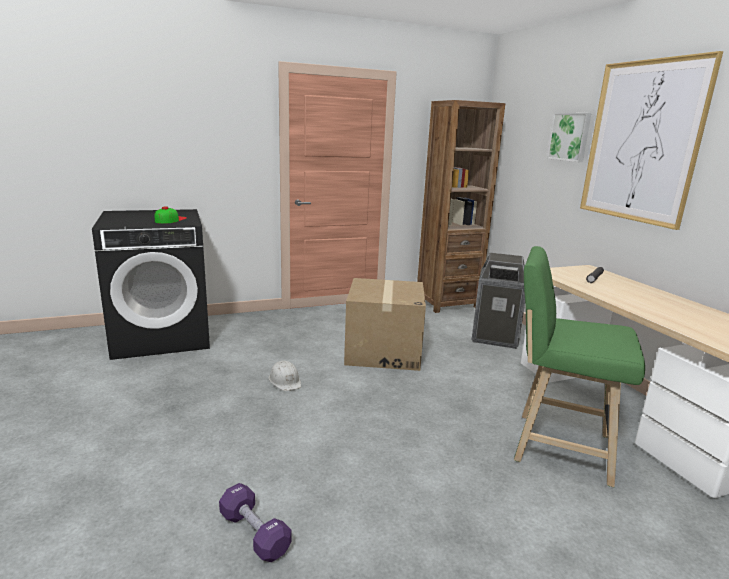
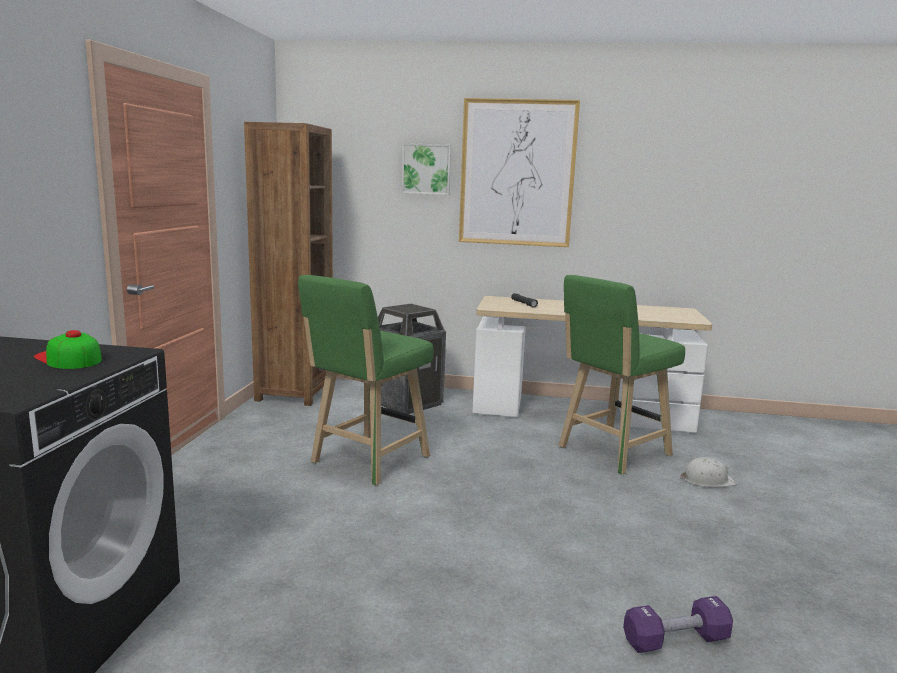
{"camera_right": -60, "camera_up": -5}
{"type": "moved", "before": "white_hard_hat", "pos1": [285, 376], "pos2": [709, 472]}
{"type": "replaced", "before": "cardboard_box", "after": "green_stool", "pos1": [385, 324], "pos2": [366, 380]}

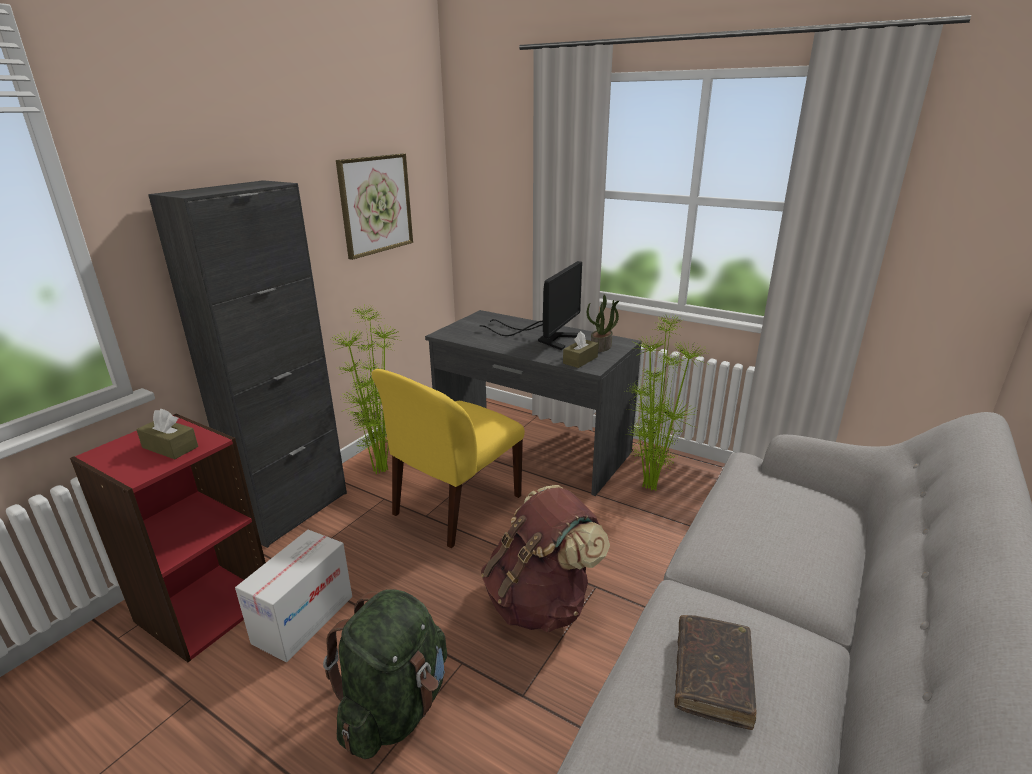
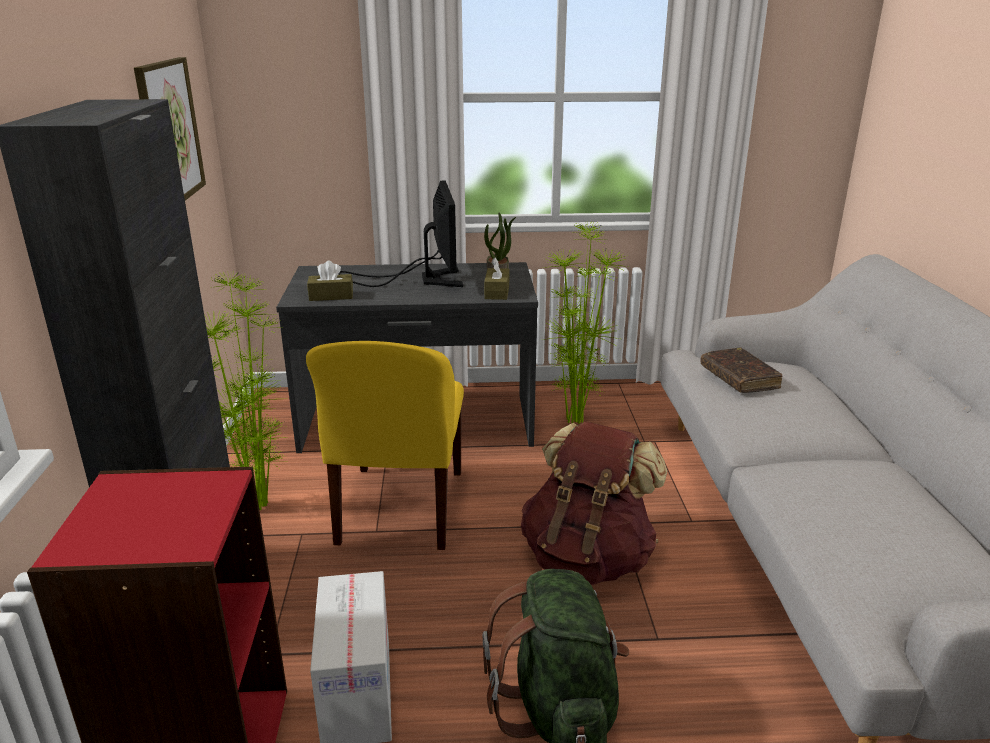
{"camera_right": -35, "camera_up": 0}
{"type": "moved", "before": "brown_tissue_box", "pos1": [167, 434], "pos2": [330, 281]}
{"type": "moved", "before": "brown_book", "pos1": [715, 672], "pos2": [741, 370]}

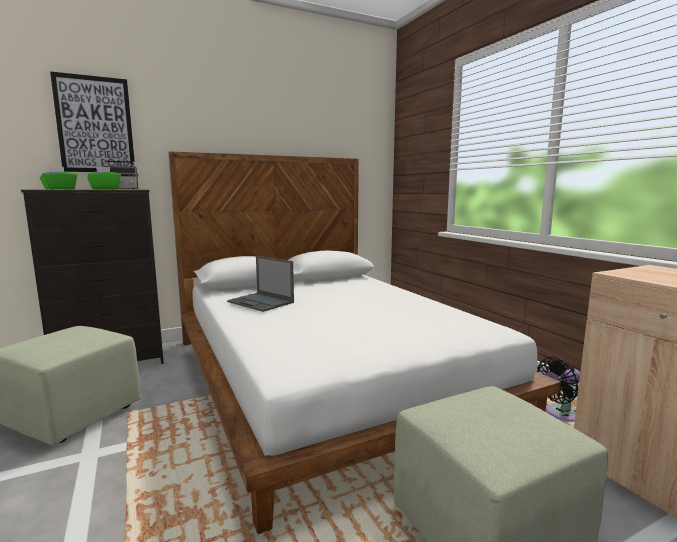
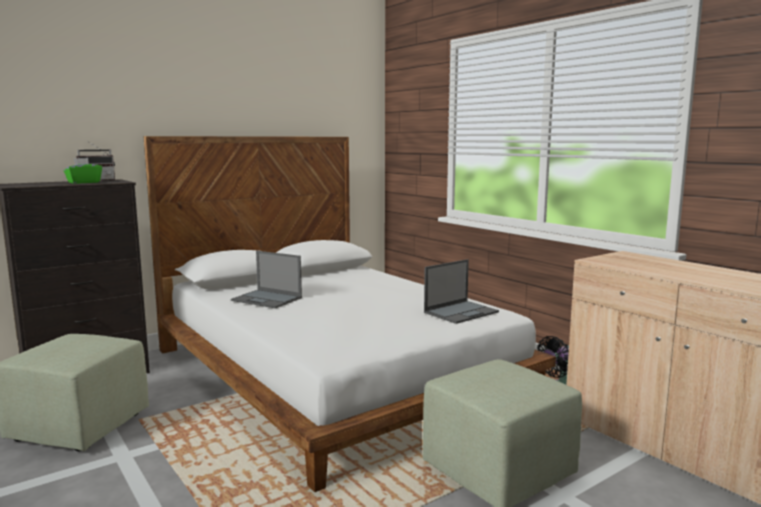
{"camera_right": -10, "camera_up": 0}
{"type": "removed", "before": "green_tissue_box", "pos1": [58, 177]}
{"type": "removed", "before": "picture", "pos1": [92, 121]}
{"type": "added", "after": "laptop", "pos2": [461, 291]}

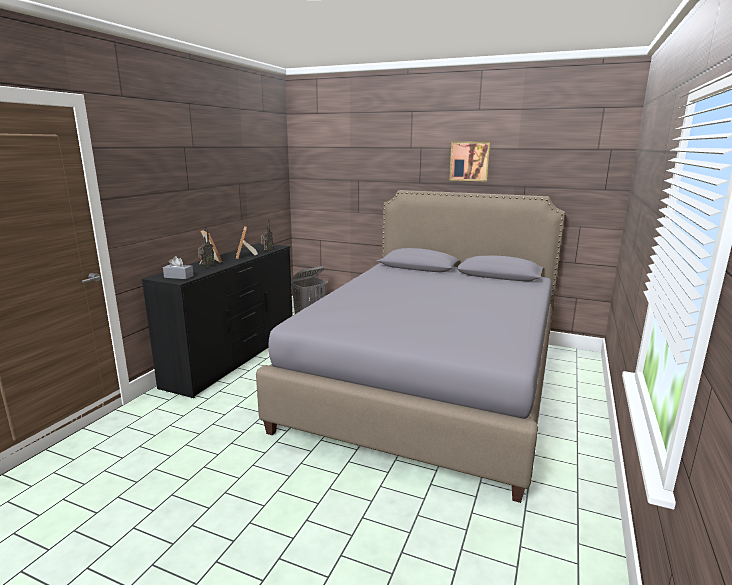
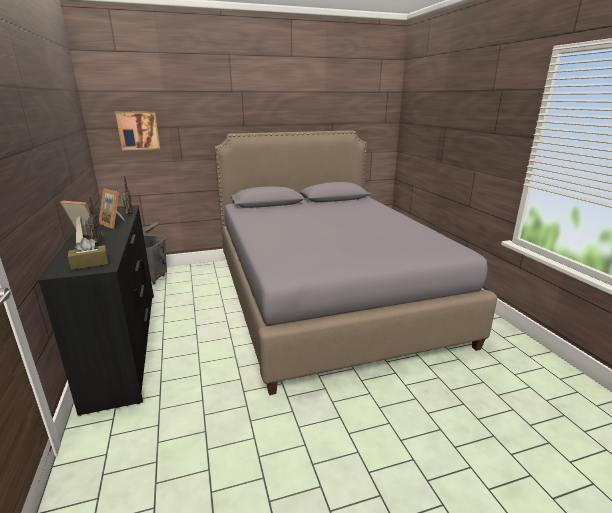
{"camera_right": -40, "camera_up": 5}
{"type": "moved", "before": "picture", "pos1": [470, 162], "pos2": [137, 130]}
{"type": "recoloured", "before": "grey_tissue_box", "after": "brown_tissue_box", "pos1": [178, 267], "pos2": [88, 254]}

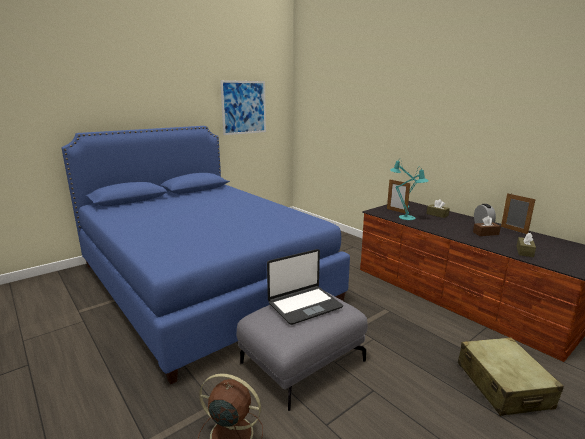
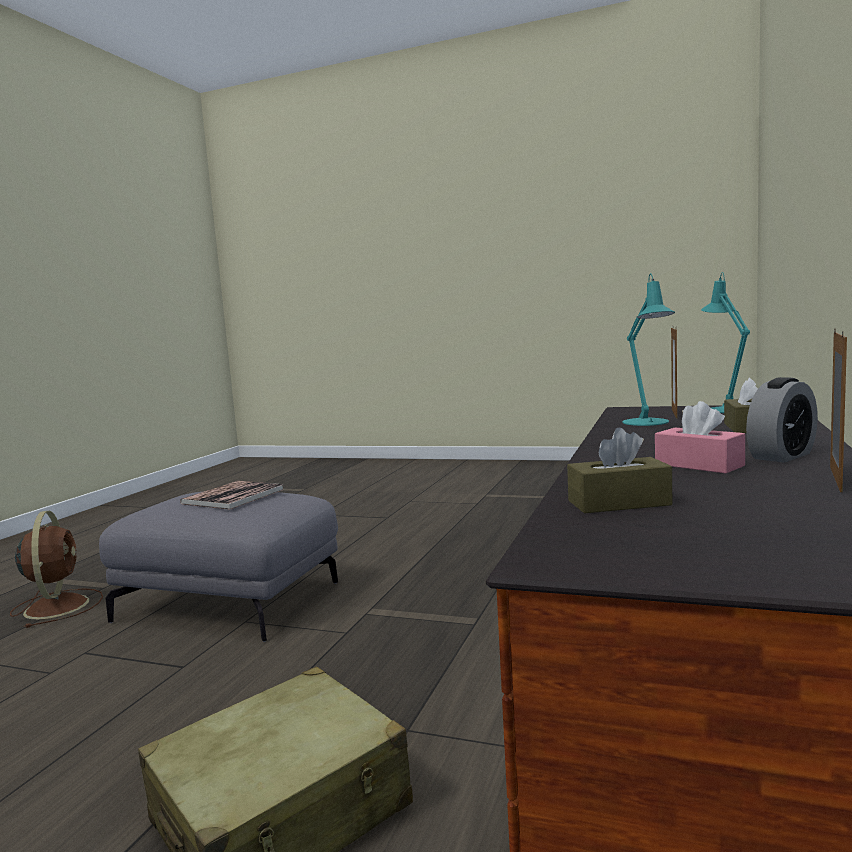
{"camera_right": 60, "camera_up": -10}
{"type": "removed", "before": "blue_bed", "pos1": [206, 255]}
{"type": "removed", "before": "picture", "pos1": [243, 107]}
{"type": "replaced", "before": "laptop", "after": "book", "pos1": [305, 287], "pos2": [232, 495]}
{"type": "recoloured", "before": "brown_tissue_box", "after": "pink_tissue_box", "pos1": [487, 226], "pos2": [700, 437]}

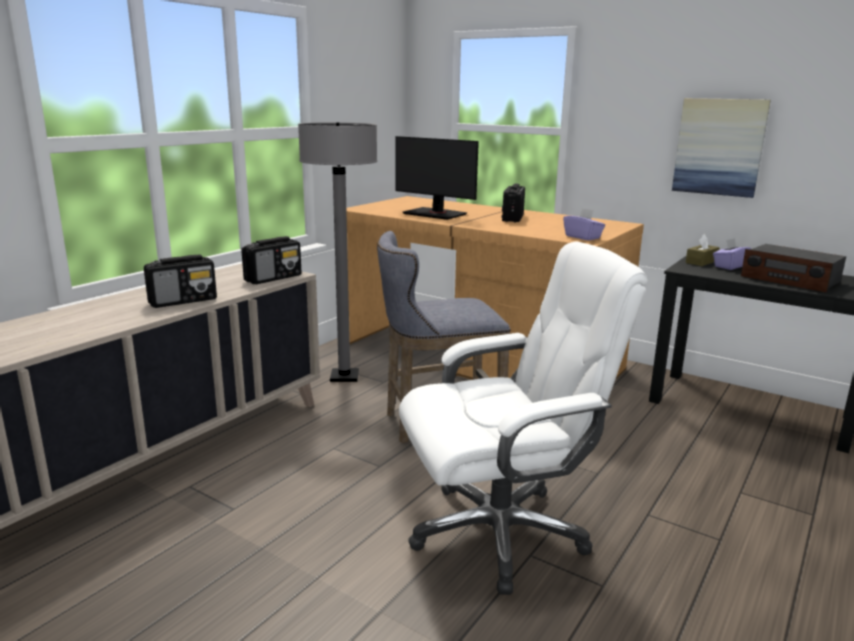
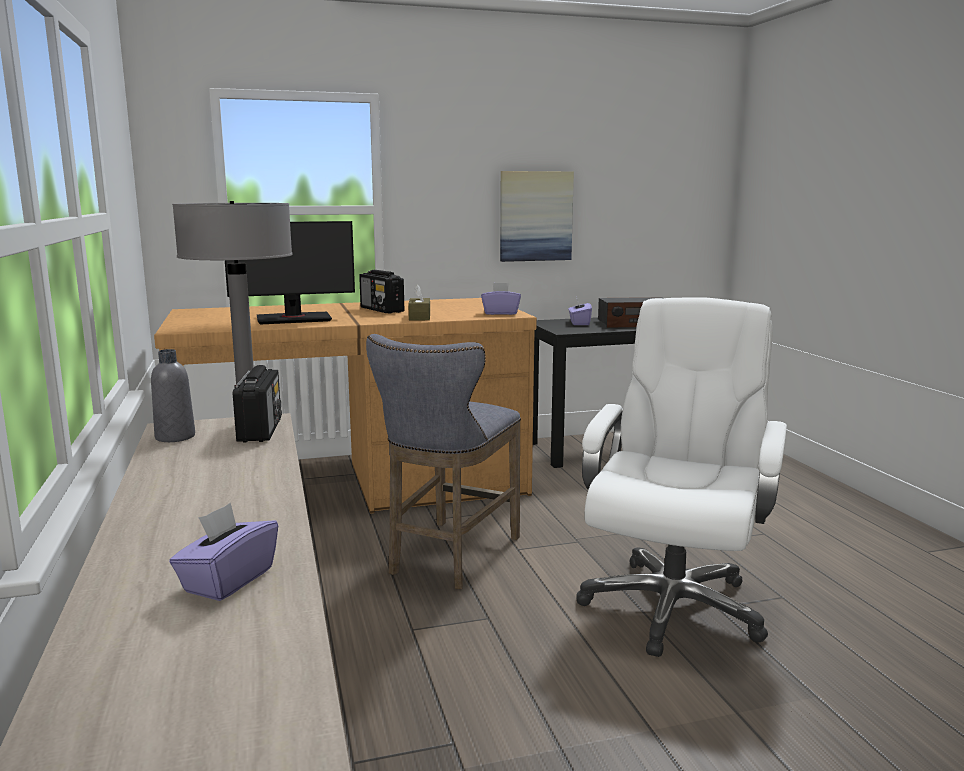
{"camera_right": -50, "camera_up": -5}
{"type": "removed", "before": "radio", "pos1": [180, 281]}
{"type": "added", "after": "grey_bottle", "pos2": [173, 395]}
{"type": "added", "after": "purple_tissue_box", "pos2": [223, 552]}
{"type": "moved", "before": "brown_tissue_box", "pos1": [703, 250], "pos2": [419, 302]}

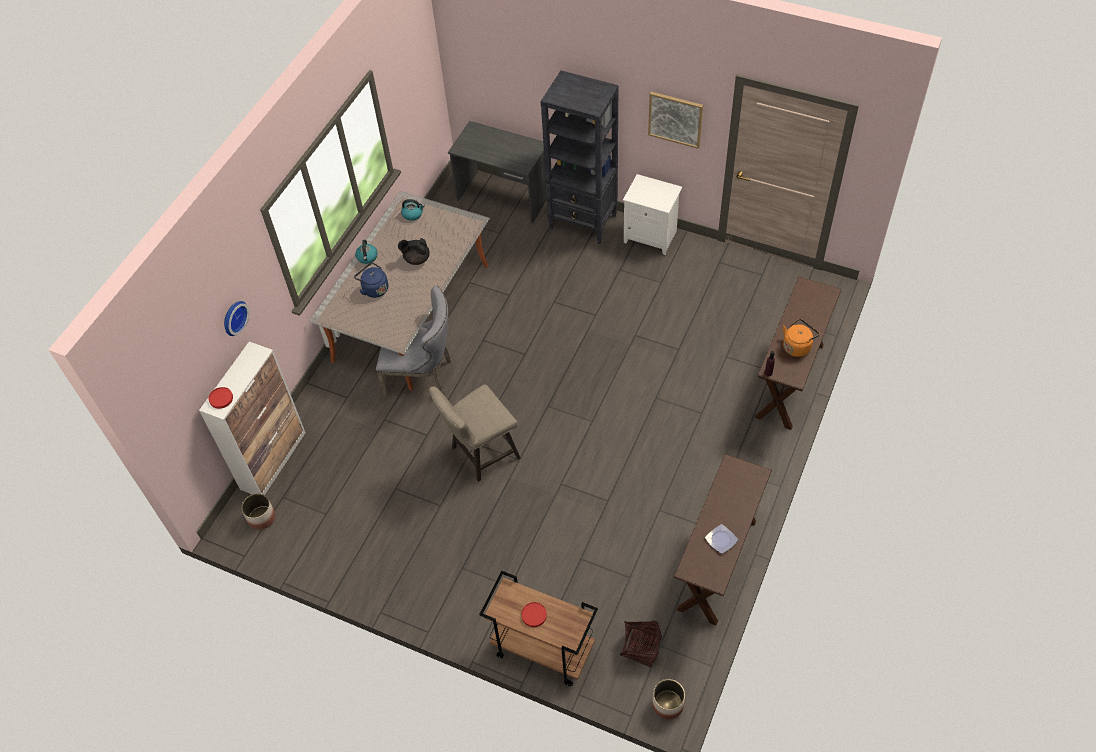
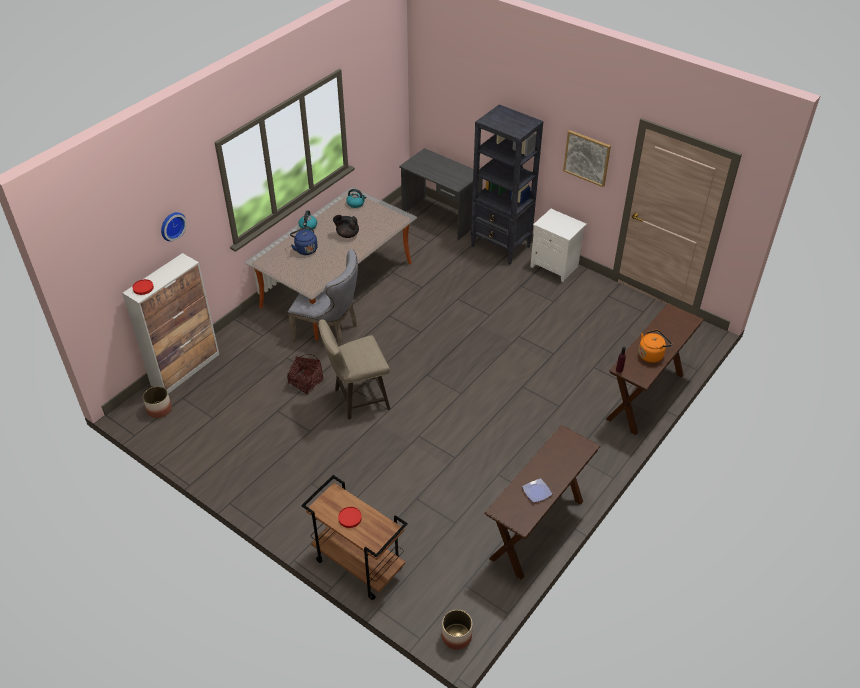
{"camera_right": 10, "camera_up": -10}
{"type": "moved", "before": "basket", "pos1": [641, 644], "pos2": [305, 374]}

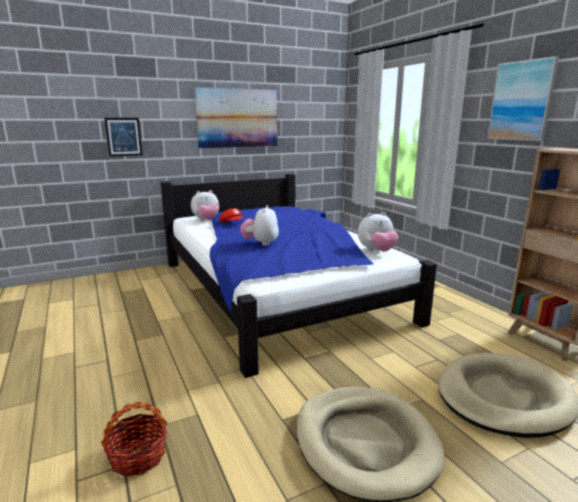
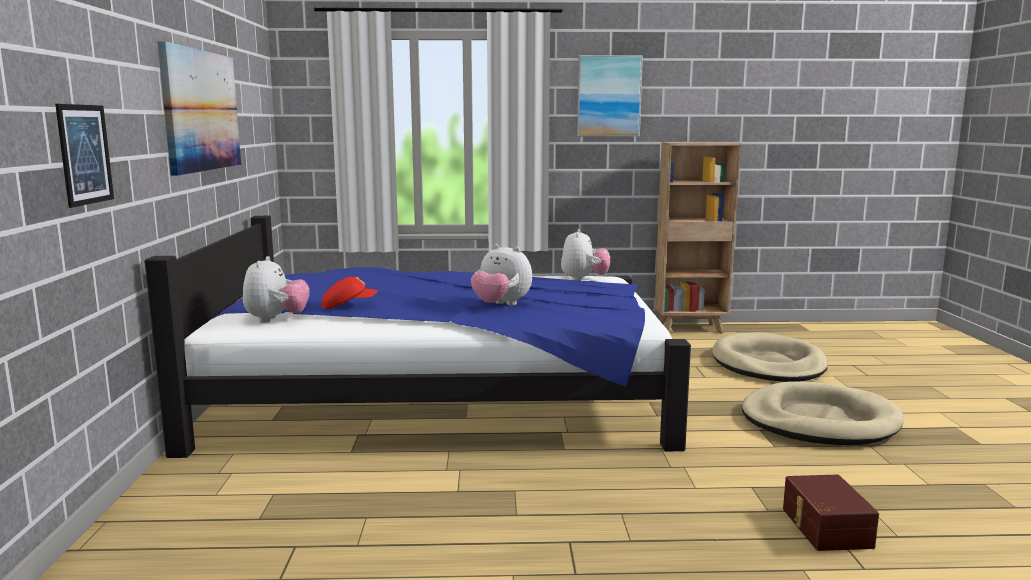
{"camera_right": -65, "camera_up": -5}
{"type": "replaced", "before": "basket", "after": "brown_storage_box", "pos1": [134, 439], "pos2": [831, 513]}

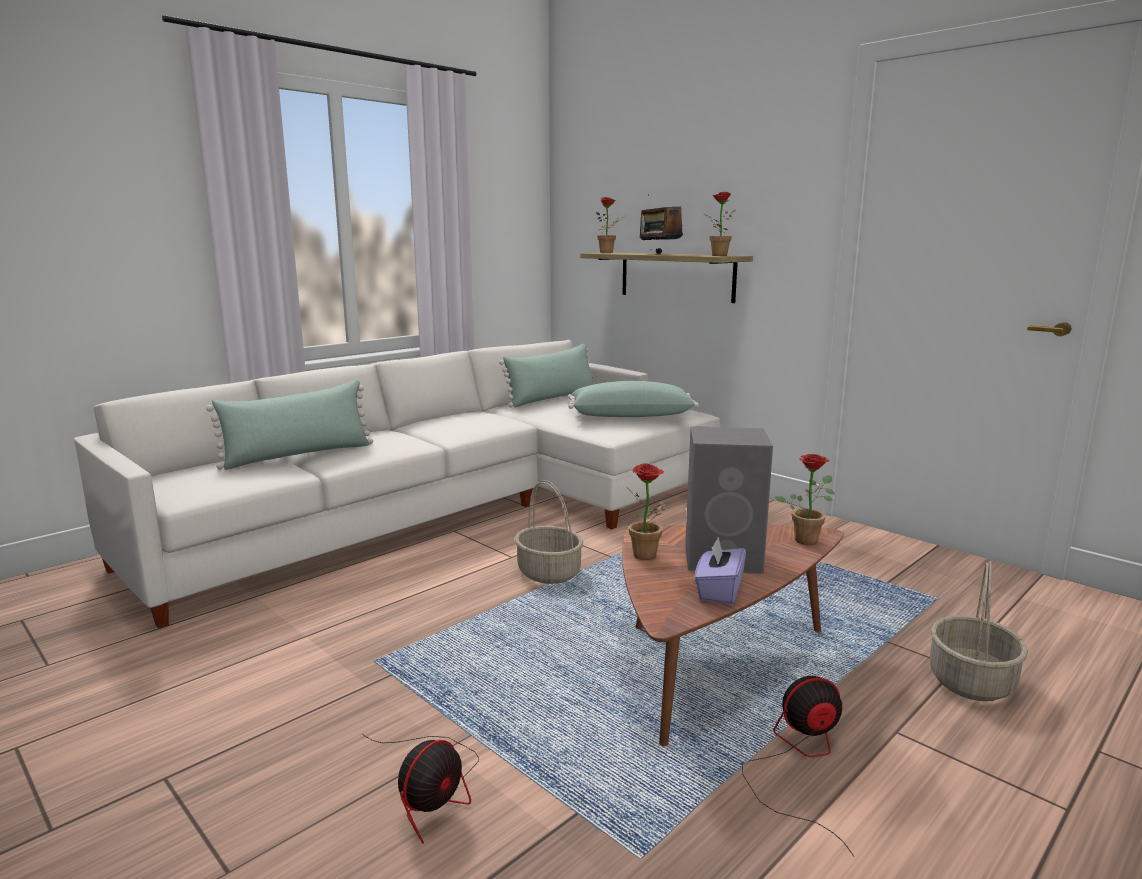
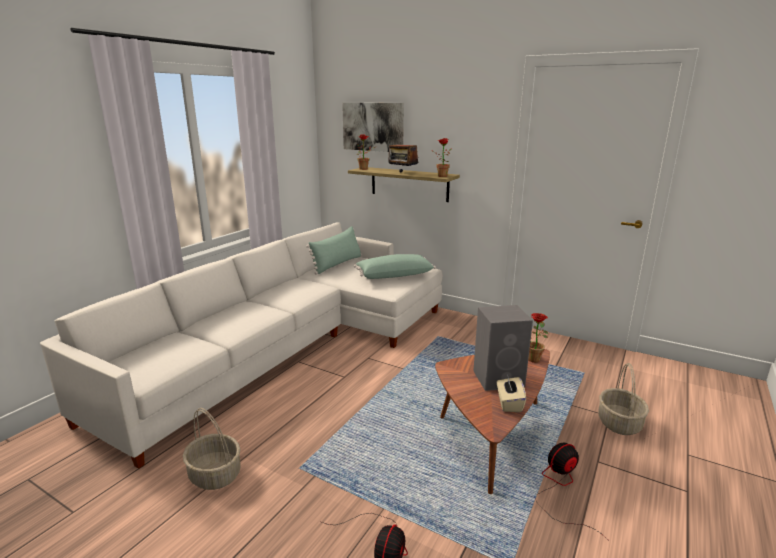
{"camera_right": -15, "camera_up": 5}
{"type": "removed", "before": "green_pillow", "pos1": [289, 425]}
{"type": "removed", "before": "potted_plant", "pos1": [647, 511]}
{"type": "added", "after": "picture", "pos2": [373, 127]}
{"type": "moved", "before": "basket", "pos1": [549, 532], "pos2": [212, 449]}
{"type": "recoloured", "before": "purple_tissue_box", "after": "beige_tissue_box", "pos1": [720, 571], "pos2": [511, 393]}

